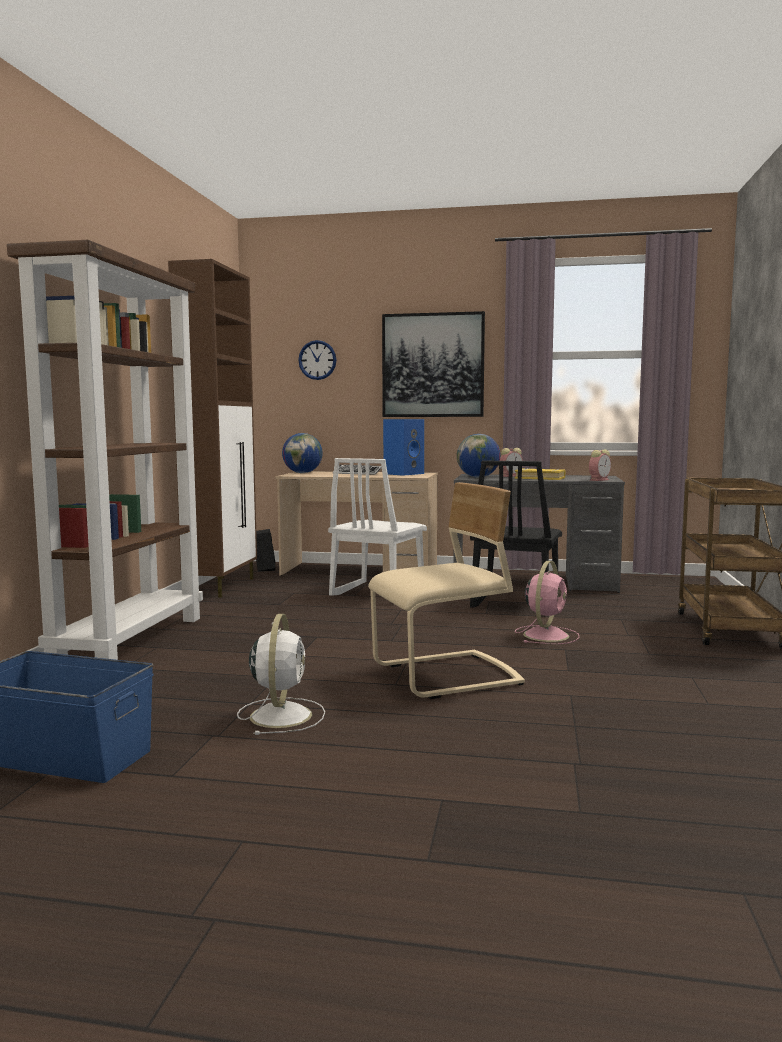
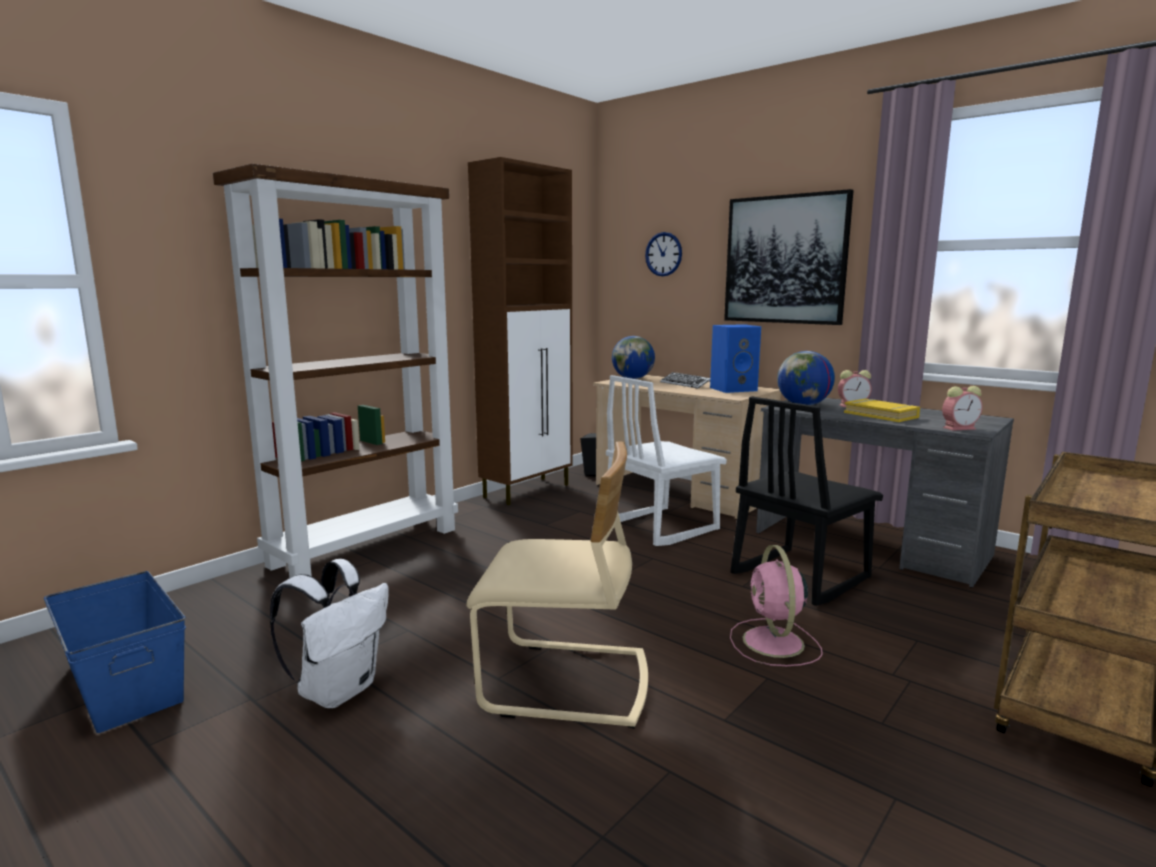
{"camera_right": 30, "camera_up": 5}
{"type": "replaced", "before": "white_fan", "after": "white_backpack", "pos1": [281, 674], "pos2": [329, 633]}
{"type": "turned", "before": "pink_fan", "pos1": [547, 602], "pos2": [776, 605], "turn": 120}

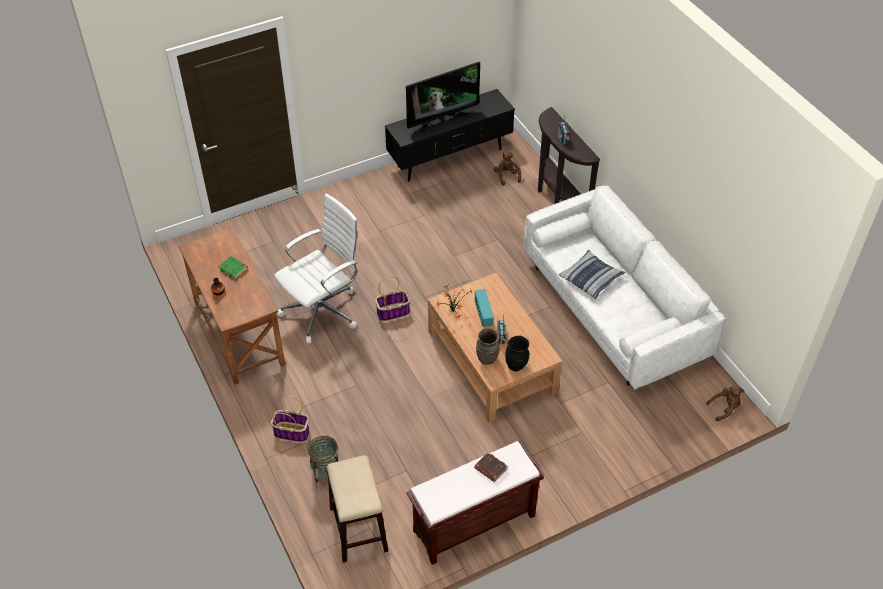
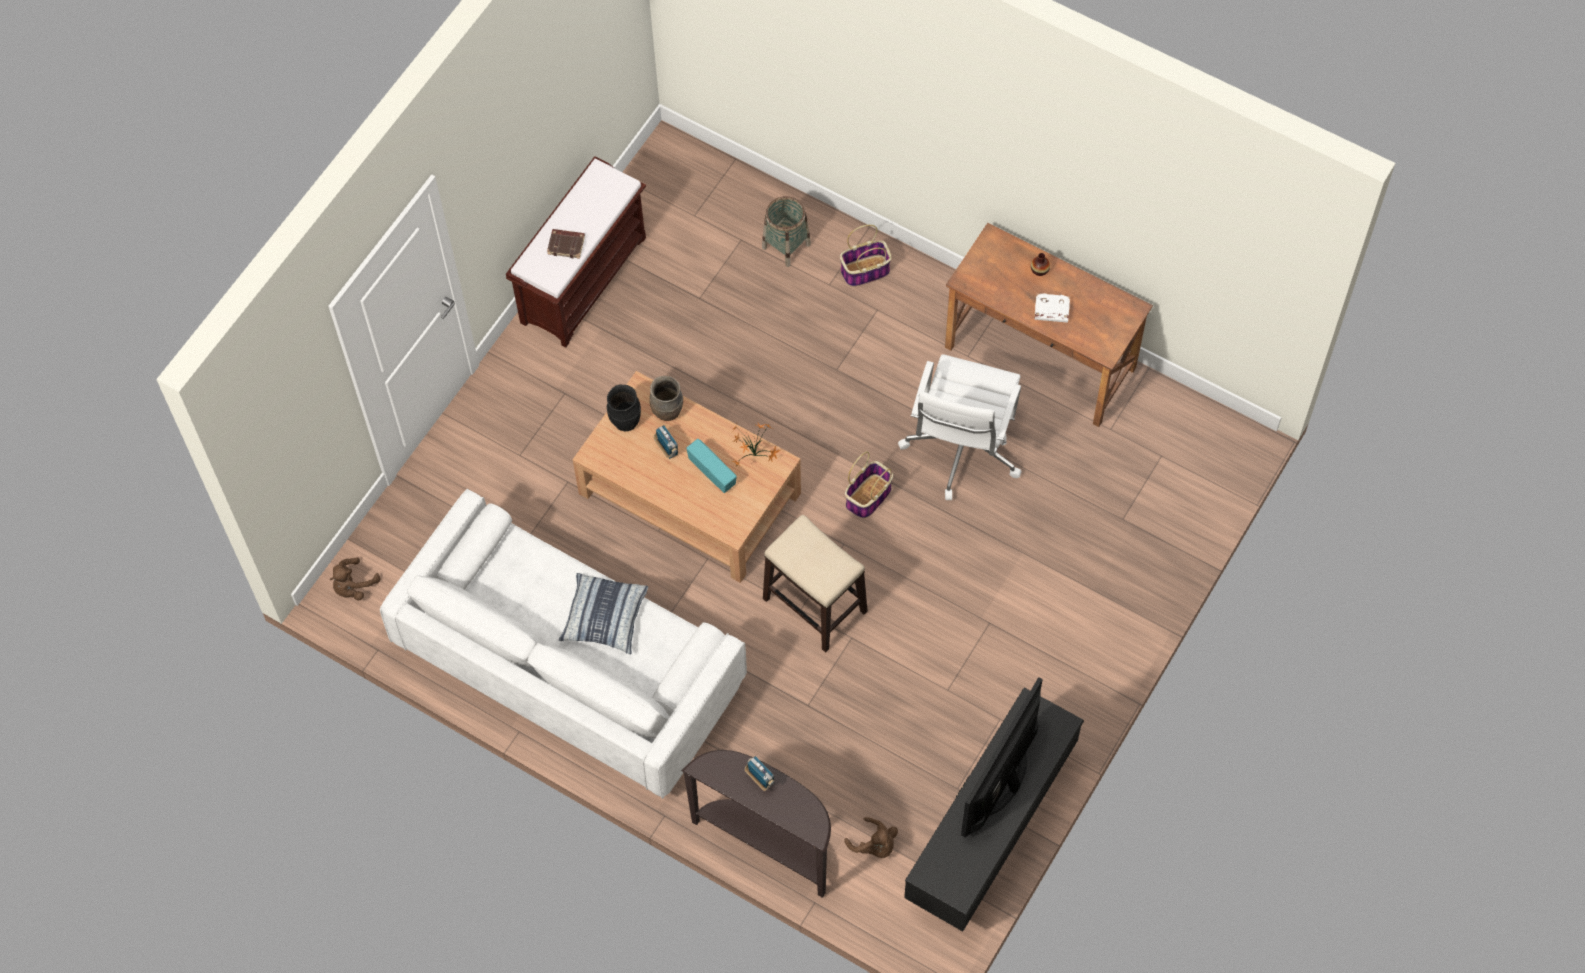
{"camera_right": 150, "camera_up": 15}
{"type": "moved", "before": "stool", "pos1": [357, 509], "pos2": [815, 584]}
{"type": "recoloured", "before": "green_book", "after": "white_book", "pos1": [233, 267], "pos2": [1052, 308]}

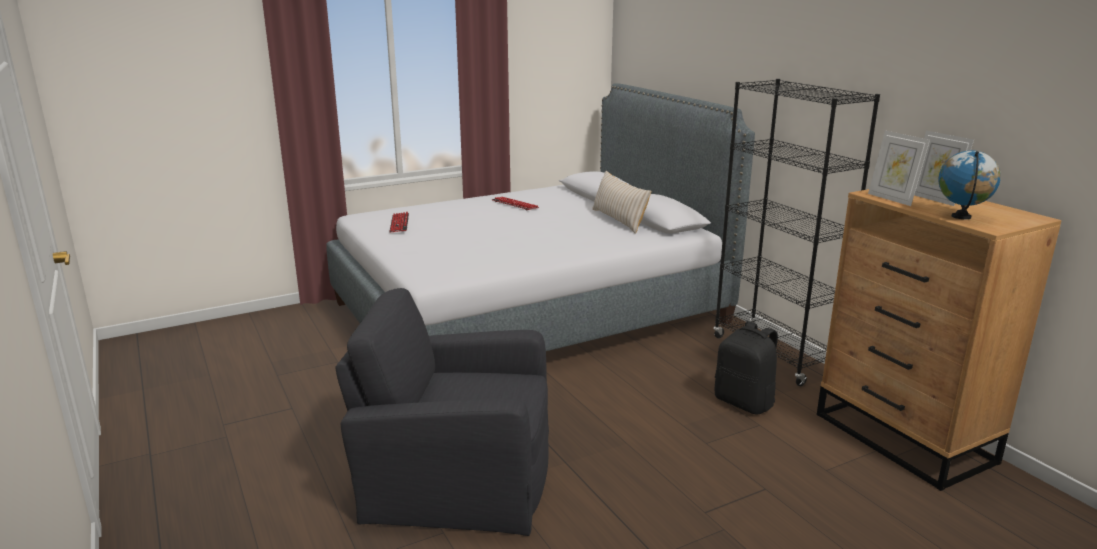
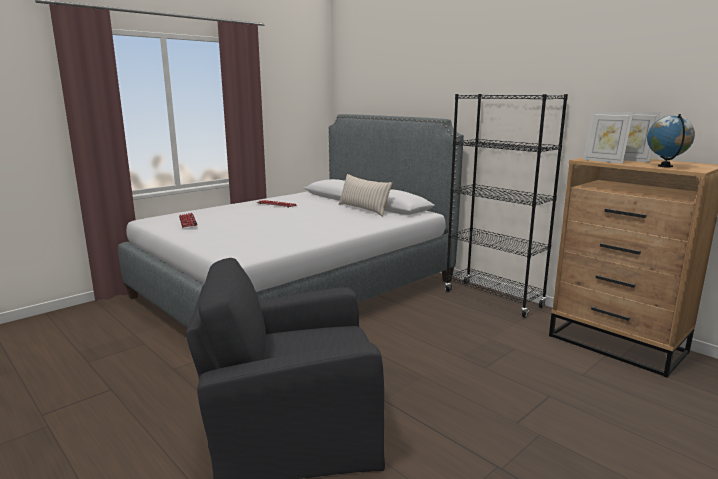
{"camera_right": -15, "camera_up": -5}
{"type": "removed", "before": "black_backpack", "pos1": [746, 368]}

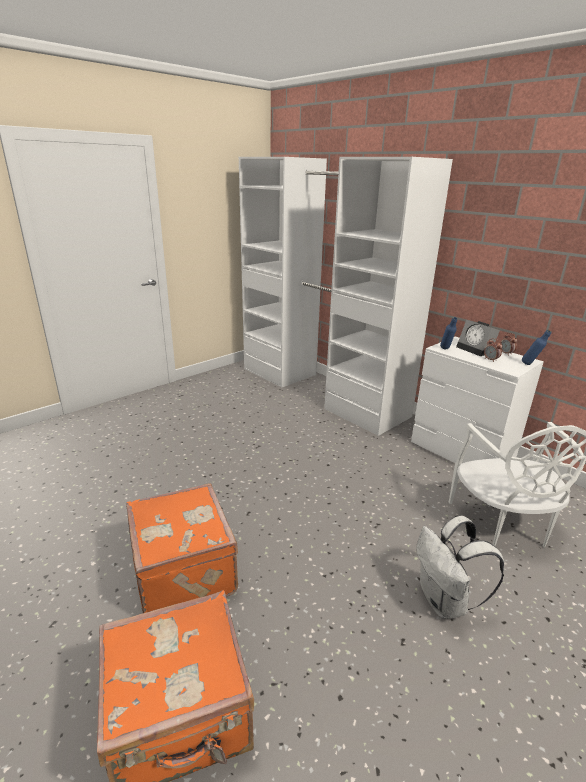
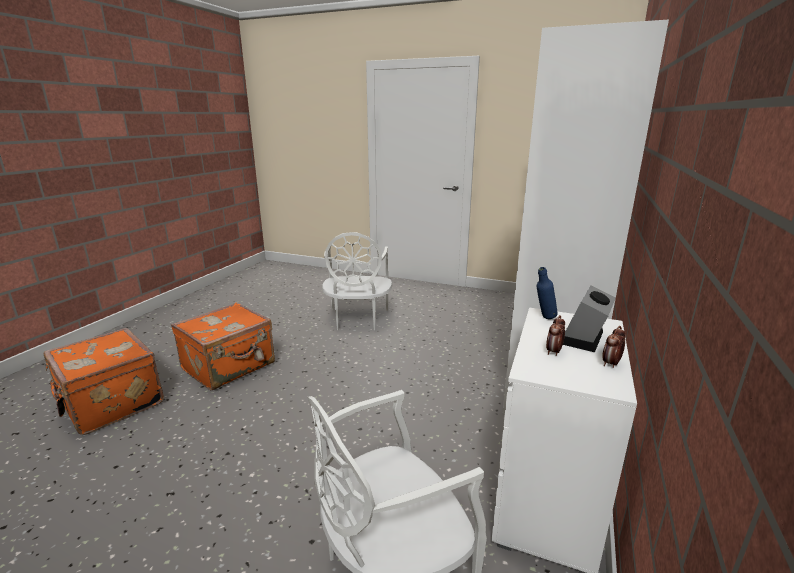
{"camera_right": 65, "camera_up": -5}
{"type": "removed", "before": "white_backpack", "pos1": [460, 567]}
{"type": "removed", "before": "blue_bottle", "pos1": [536, 347]}
{"type": "added", "after": "white_chair", "pos2": [357, 281]}

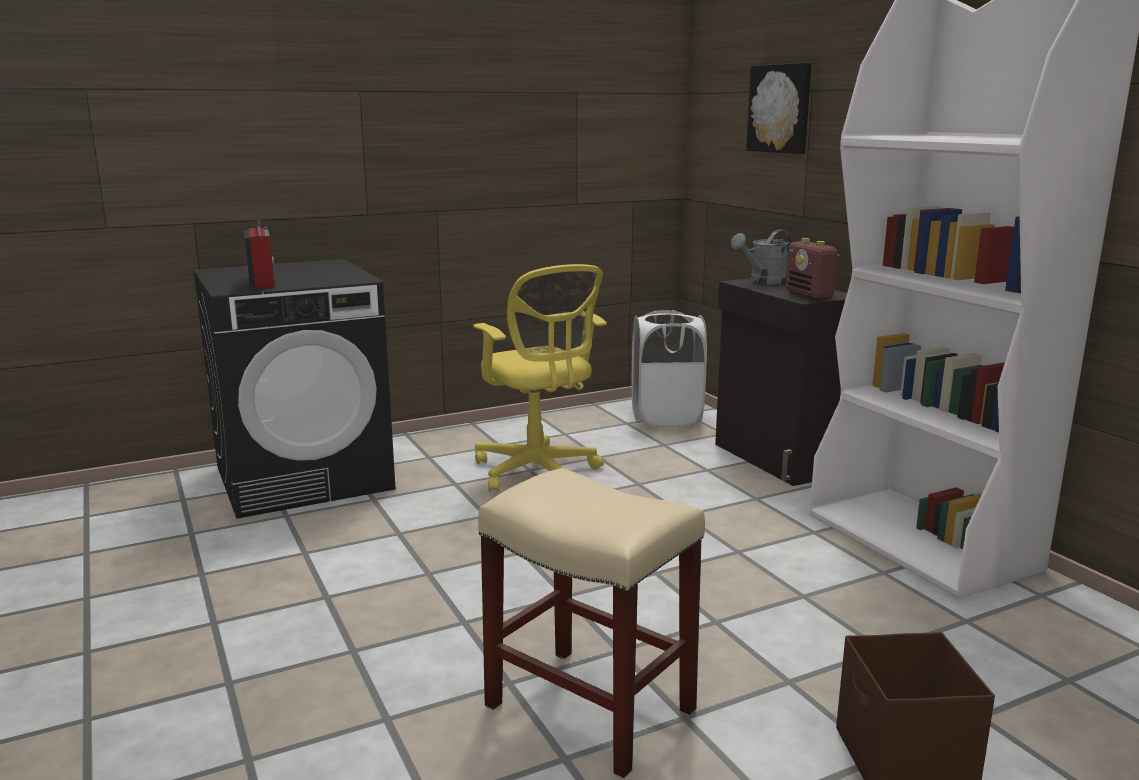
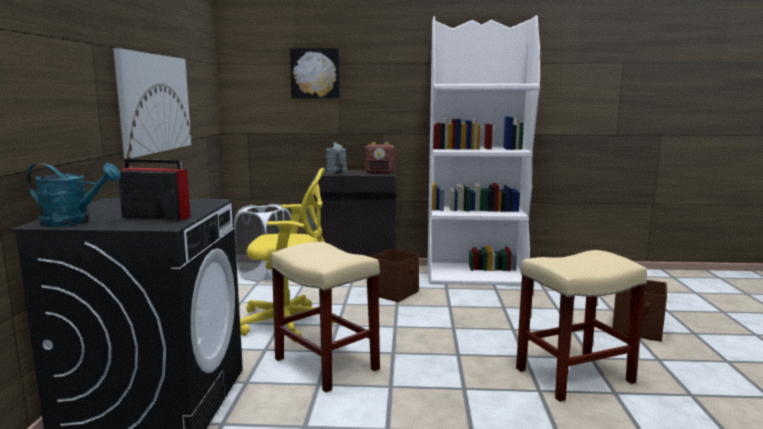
{"camera_right": -60, "camera_up": -5}
{"type": "added", "after": "turquoise_watering_can", "pos2": [73, 195]}
{"type": "added", "after": "picture", "pos2": [152, 103]}
{"type": "added", "after": "beige_stool", "pos2": [325, 317]}
{"type": "added", "after": "brown_storage_box", "pos2": [394, 275]}

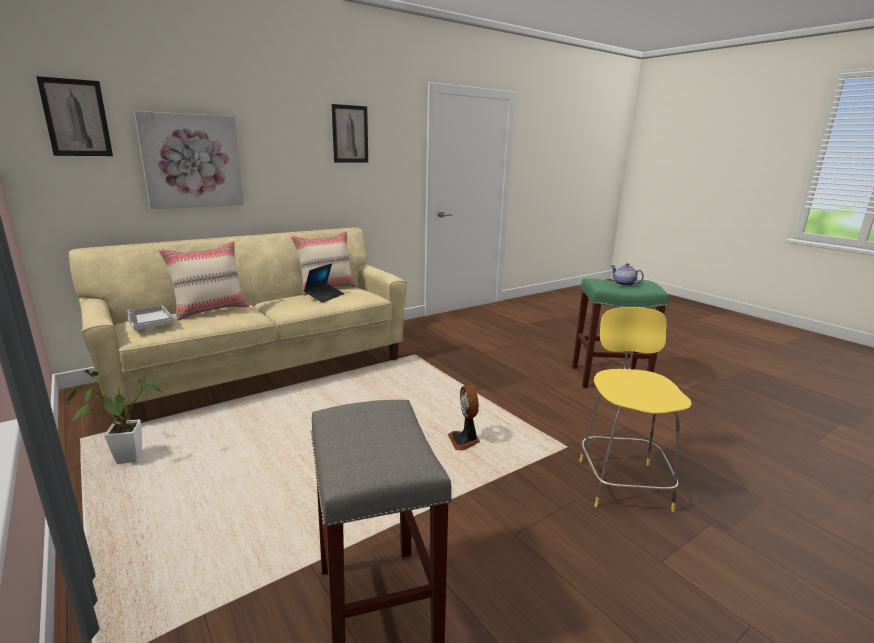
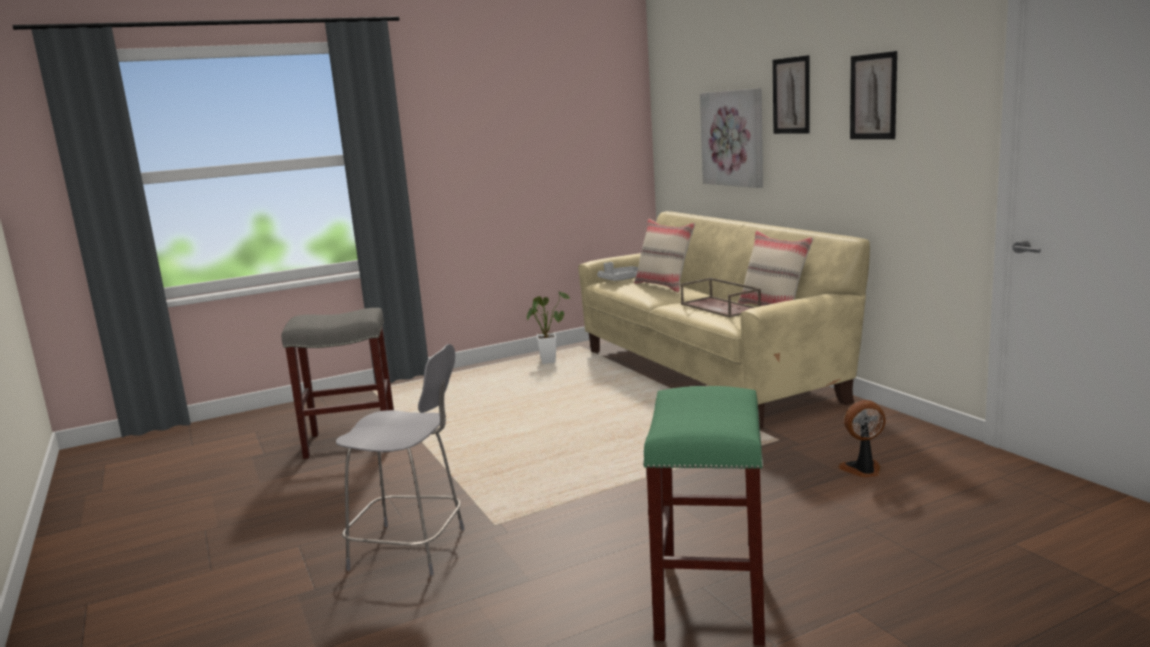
{"camera_right": 100, "camera_up": -5}
{"type": "removed", "before": "teapot", "pos1": [627, 274]}
{"type": "moved", "before": "picture", "pos1": [74, 116], "pos2": [791, 94]}
{"type": "moved", "before": "fan", "pos1": [464, 418], "pos2": [862, 438]}
{"type": "replaced", "before": "laptop", "after": "brown_tray", "pos1": [324, 283], "pos2": [720, 298]}
{"type": "recoloured", "before": "yellow_stool", "after": "grey_stool", "pos1": [635, 409], "pos2": [400, 460]}

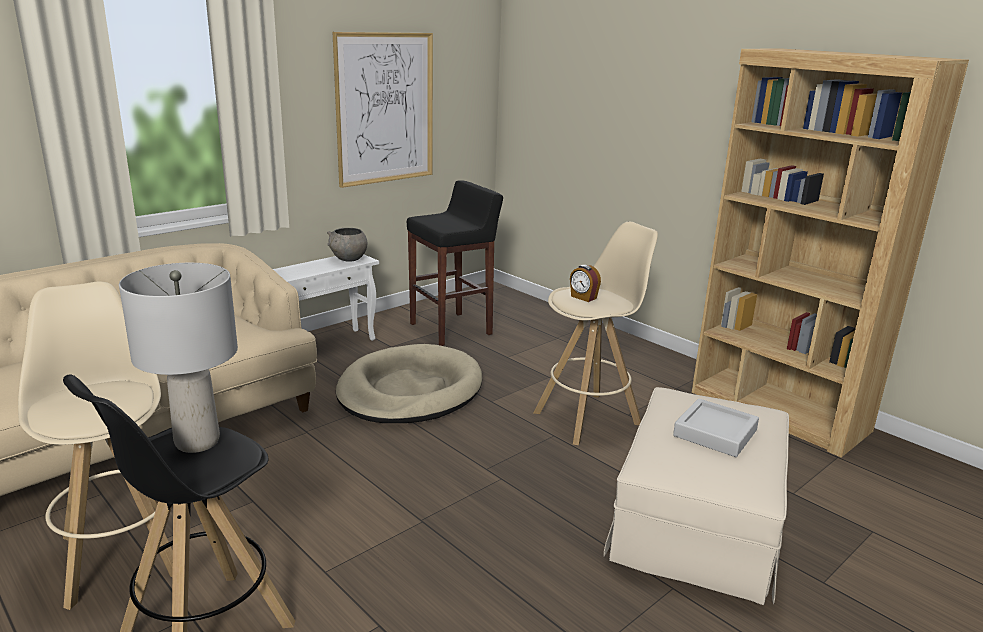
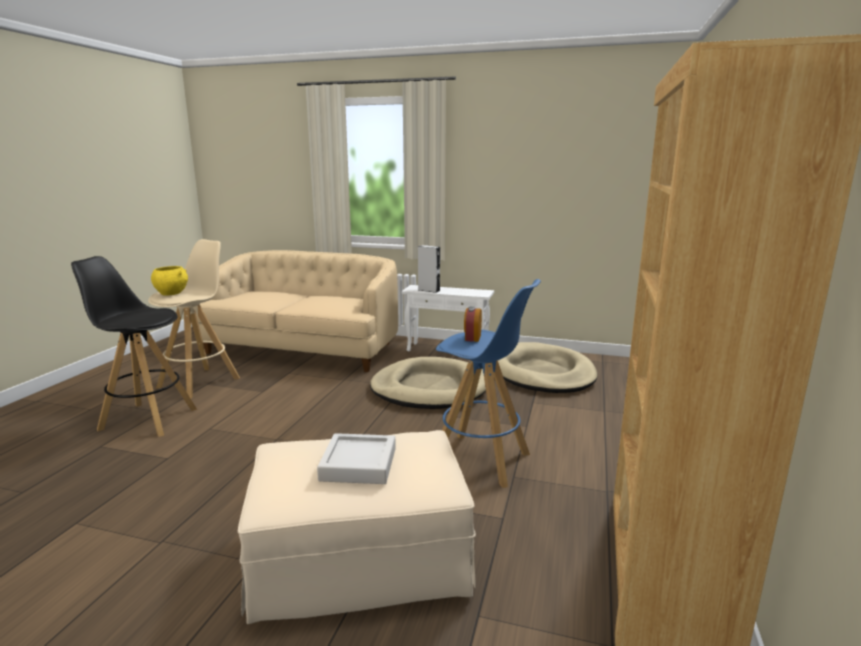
{"camera_right": 60, "camera_up": -5}
{"type": "removed", "before": "grey_table_lamp", "pos1": [178, 358]}
{"type": "removed", "before": "grey_bowl", "pos1": [347, 245]}
{"type": "removed", "before": "picture", "pos1": [382, 110]}
{"type": "added", "after": "yellow_bowl", "pos2": [169, 281]}
{"type": "added", "after": "grey_speaker", "pos2": [429, 269]}
{"type": "replaced", "before": "black_stool", "after": "beige_dog_bed", "pos1": [455, 263], "pos2": [548, 367]}
{"type": "recoloured", "before": "beige_stool", "after": "blue_stool", "pos1": [596, 333], "pos2": [488, 383]}

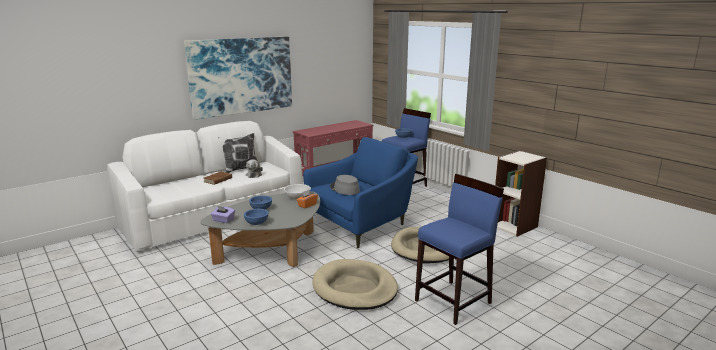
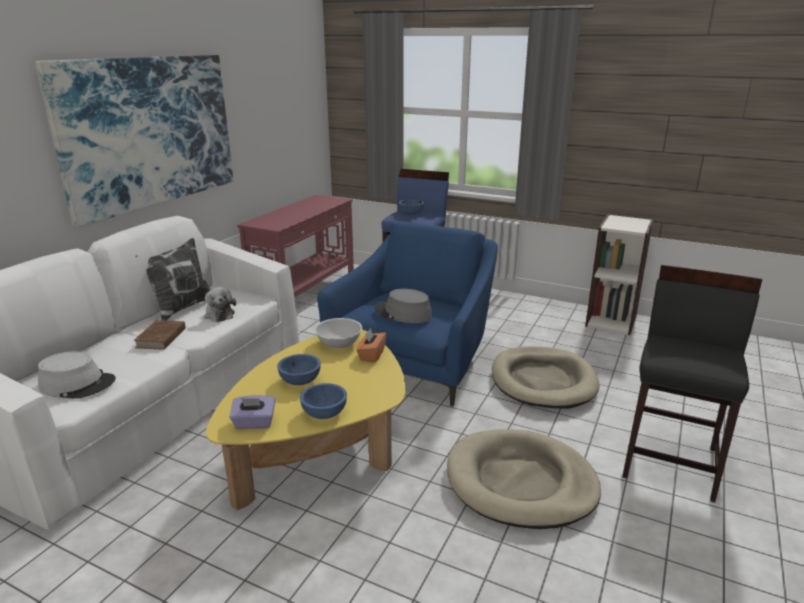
{"camera_right": -25, "camera_up": 5}
{"type": "added", "after": "grey_hat", "pos2": [77, 375]}
{"type": "recoloured", "before": "grey_coffee_table", "after": "yellow_coffee_table", "pos1": [260, 229], "pos2": [305, 419]}
{"type": "recoloured", "before": "blue_stool", "after": "black_stool", "pos1": [459, 249], "pos2": [692, 384]}

